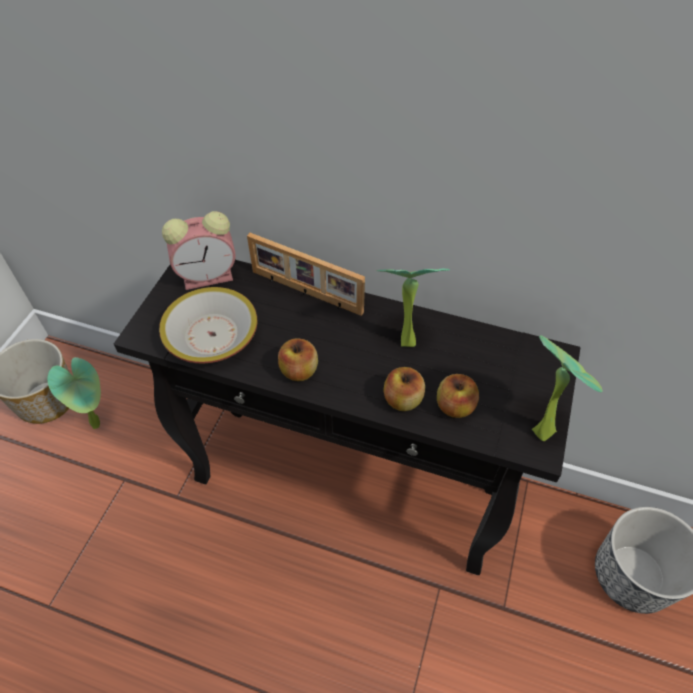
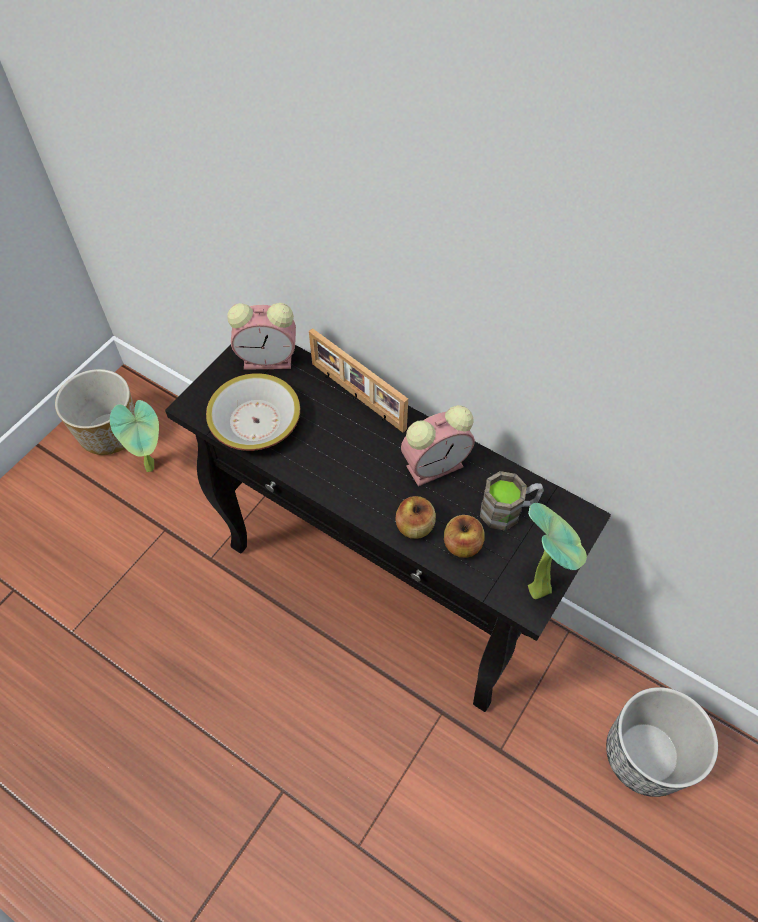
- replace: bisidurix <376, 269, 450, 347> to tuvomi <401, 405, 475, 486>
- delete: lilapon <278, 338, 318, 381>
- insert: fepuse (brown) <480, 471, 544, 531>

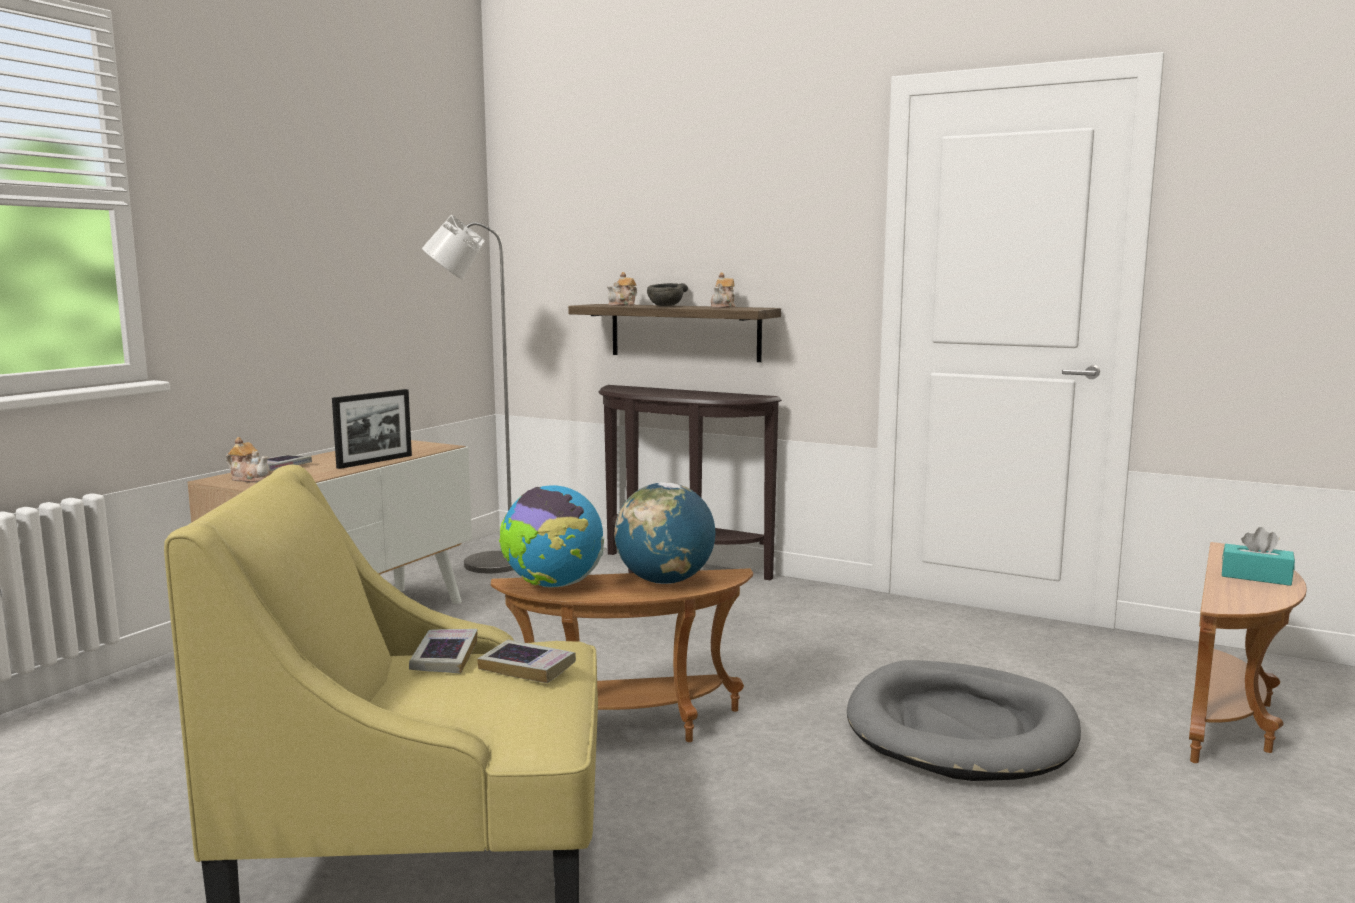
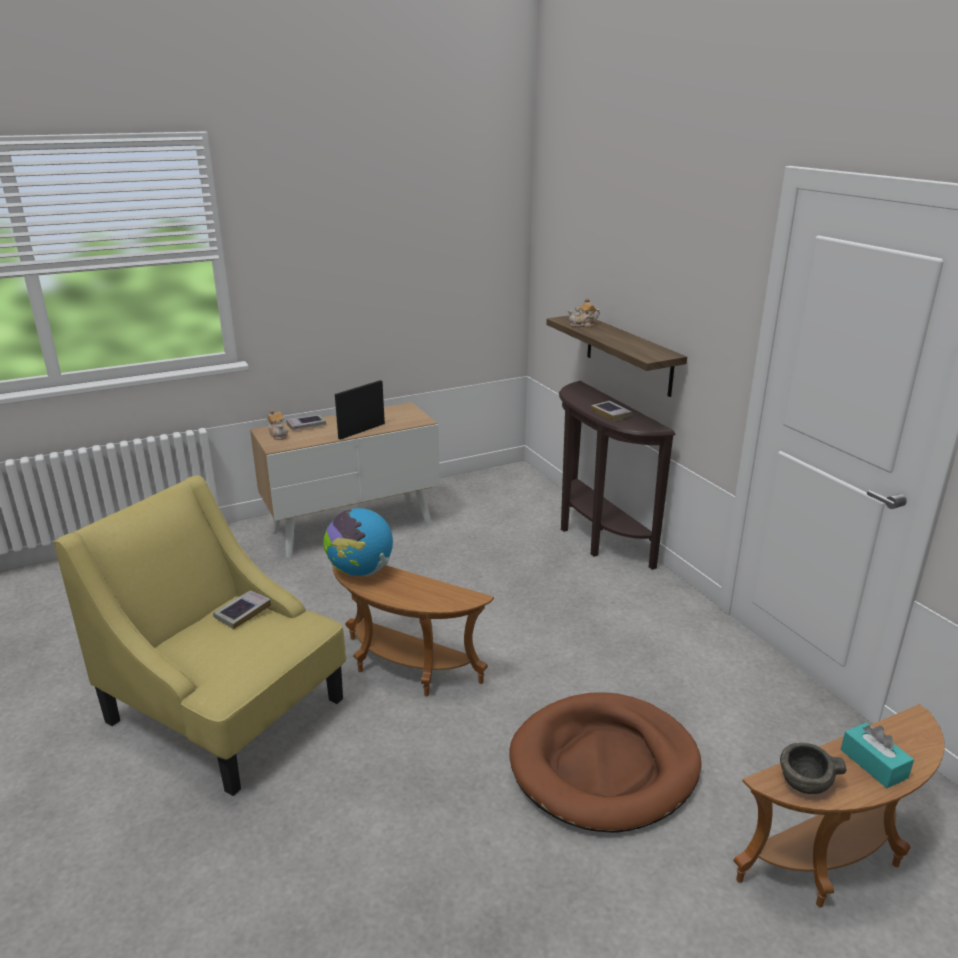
- delete: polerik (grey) <422, 215, 514, 573>
- delete: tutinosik <711, 272, 736, 308>
- move: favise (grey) <647, 283, 688, 306> to <780, 743, 846, 794>
- rotate: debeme <332, 389, 412, 469> = <335, 380, 385, 440> 150 degrees clockwise
- delete: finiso <614, 482, 715, 584>
- move: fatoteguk <477, 640, 576, 683> to <591, 401, 632, 421>
- recolor: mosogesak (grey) <847, 660, 1081, 781> to mosogesak (brown) <510, 692, 701, 833>

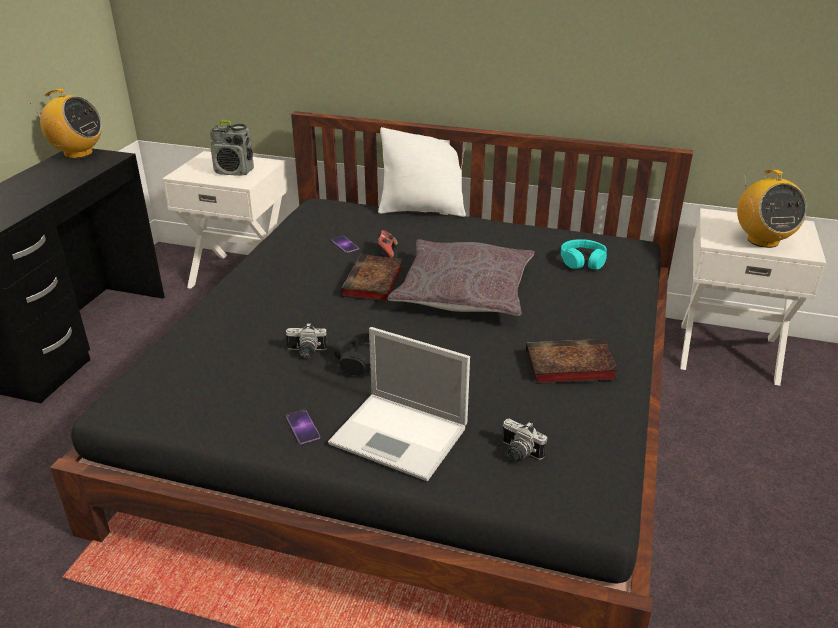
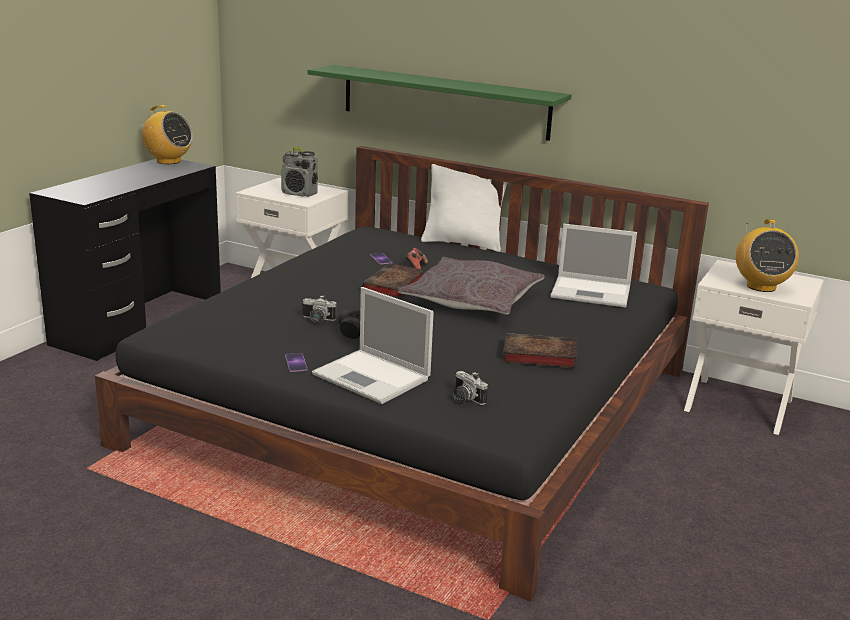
- replace: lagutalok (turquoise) <561, 239, 607, 270> to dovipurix <550, 224, 637, 308>
- insert: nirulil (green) <308, 65, 571, 141>

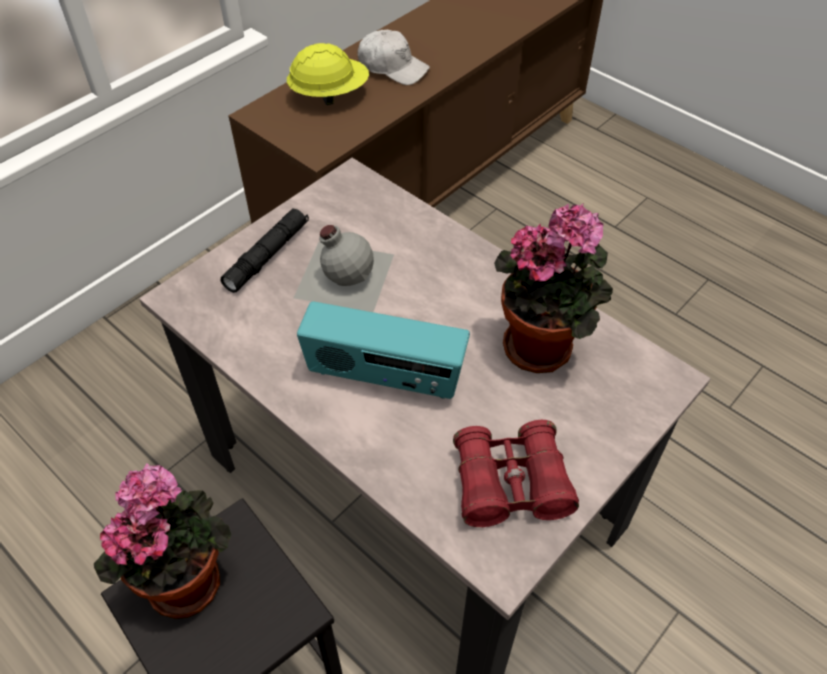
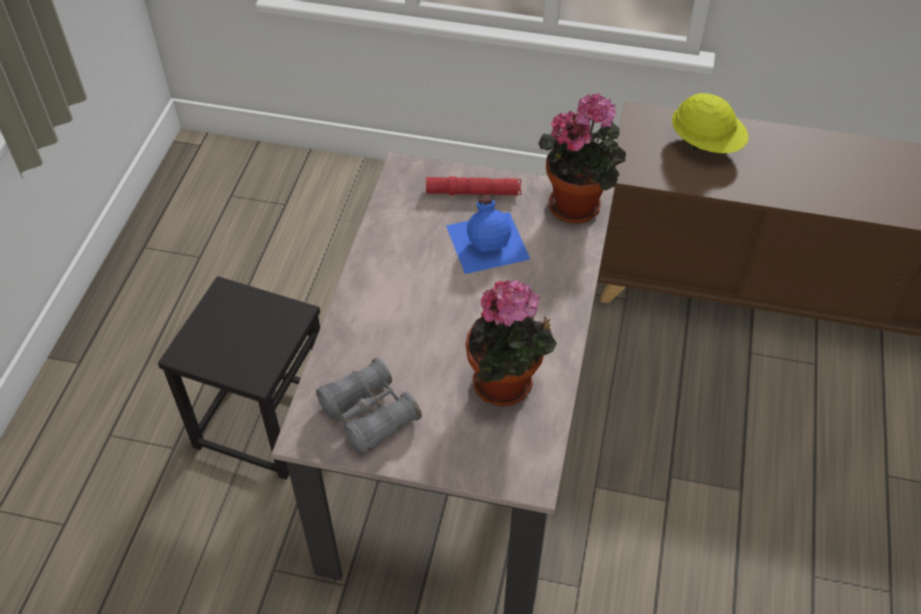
- delete: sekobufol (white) <357, 30, 430, 85>
- recolor: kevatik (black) <221, 208, 309, 293> to kevatik (red) <426, 176, 521, 196>
- recolor: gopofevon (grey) <294, 225, 394, 312> to gopofevon (blue) <446, 197, 530, 274>
- delete: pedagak <297, 301, 470, 399>
- recolor: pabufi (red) <453, 420, 579, 527> to pabufi (grey) <316, 358, 422, 456>
- move: bisidurix <94, 463, 231, 619> to <538, 94, 626, 224>

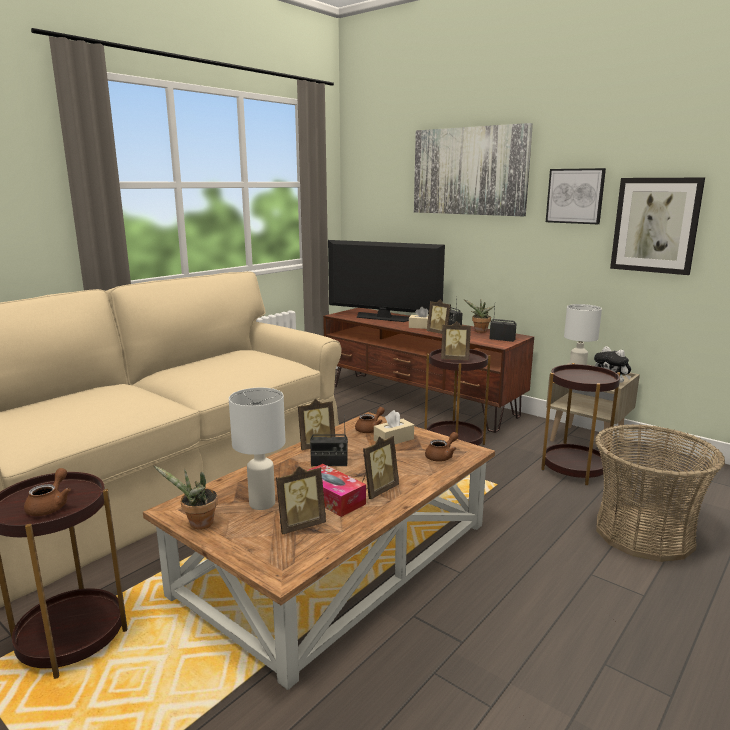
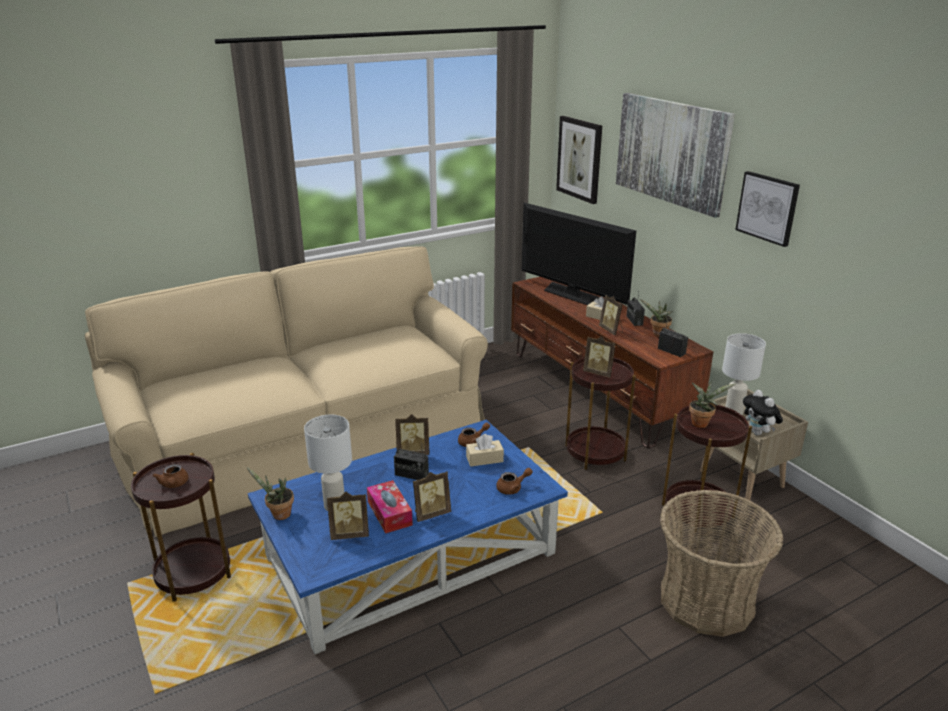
- move: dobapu <610, 178, 705, 275> to <556, 116, 602, 204>
- recolor: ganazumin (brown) <143, 412, 495, 690> to ganazumin (blue) <248, 420, 568, 654>
- rotate: tutinosik (brown) <24, 468, 71, 516> = <152, 464, 189, 488> 135 degrees clockwise
- insert: bisidurix <689, 380, 736, 428>

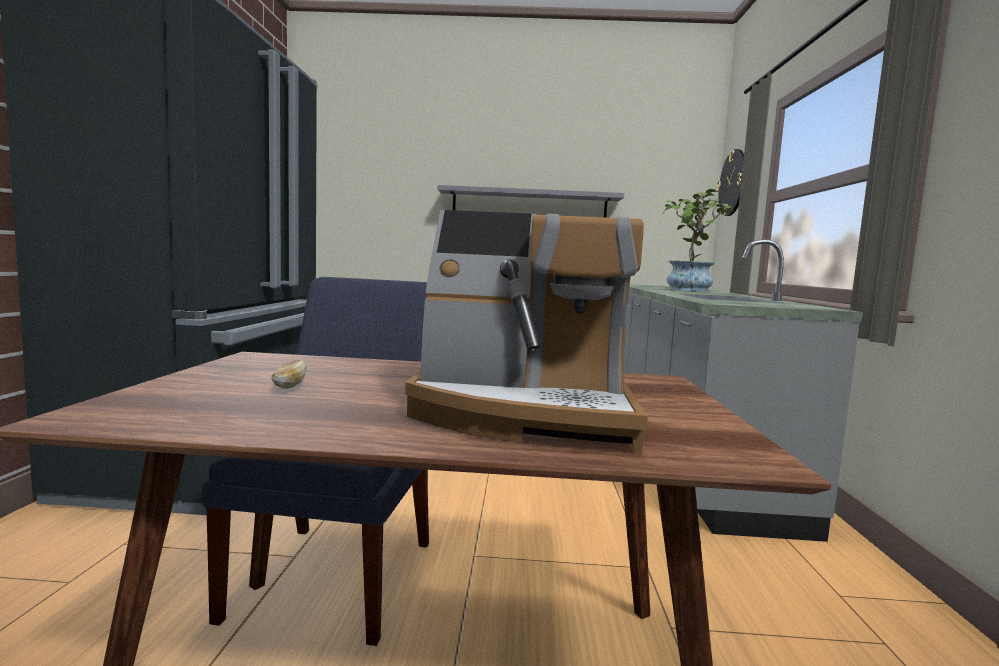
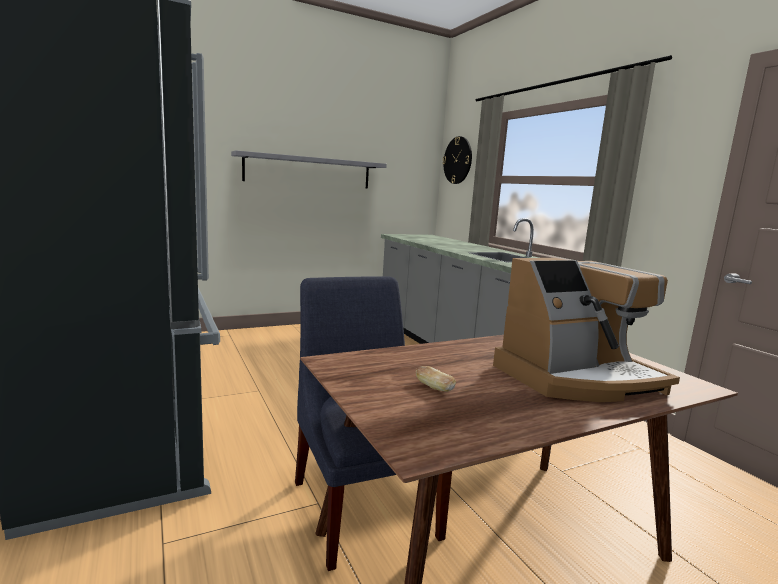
- delete: bisidurix <663, 189, 739, 291>

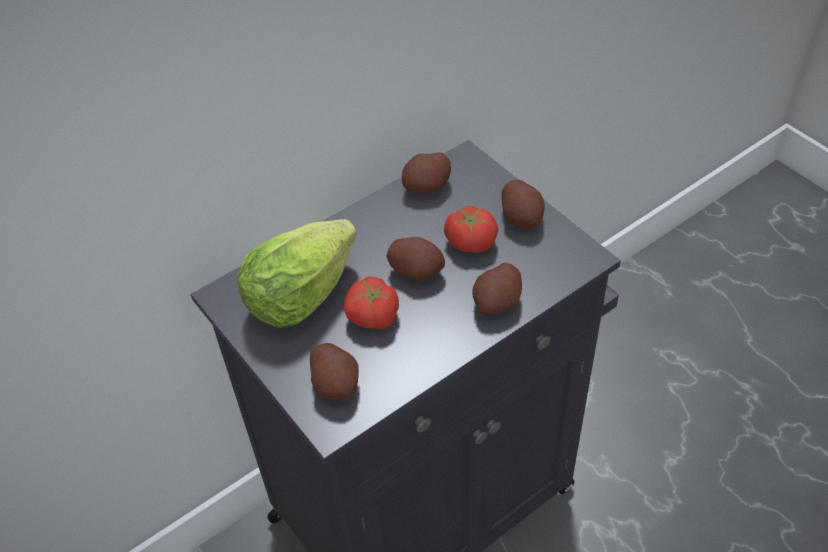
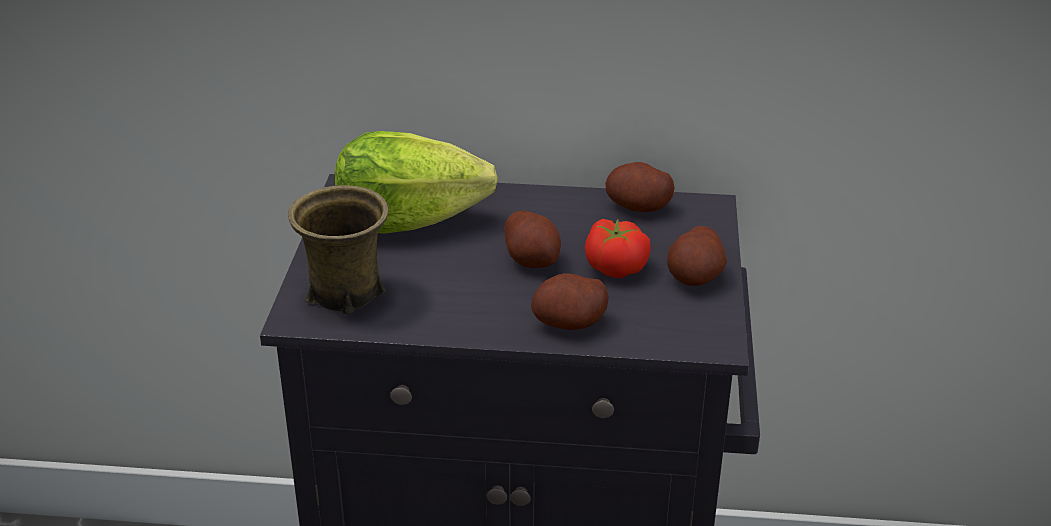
- delete: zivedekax <344, 277, 399, 329>
- replace: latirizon <310, 343, 359, 400> to fepuse (brown) <288, 185, 388, 314>

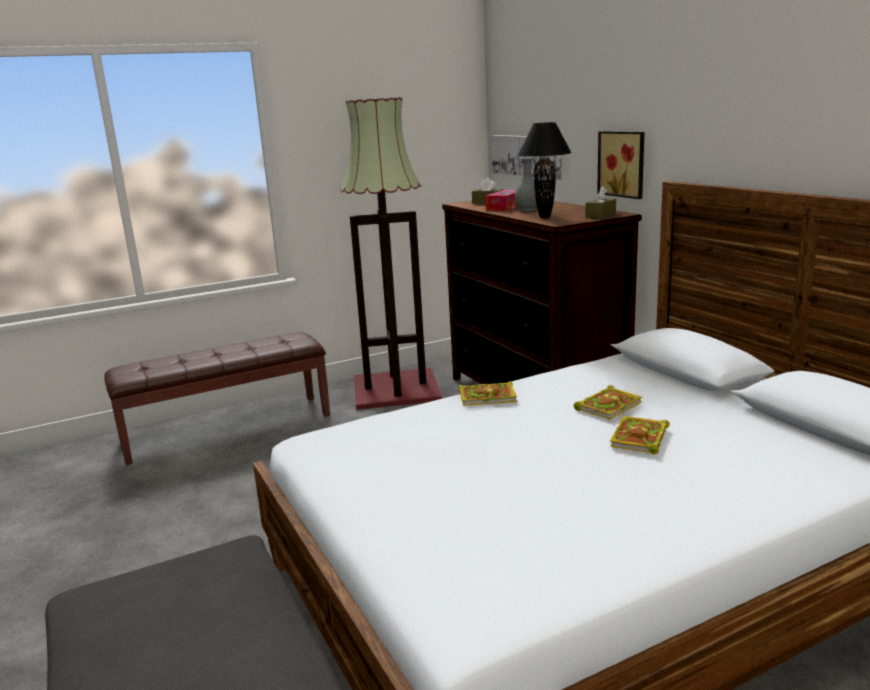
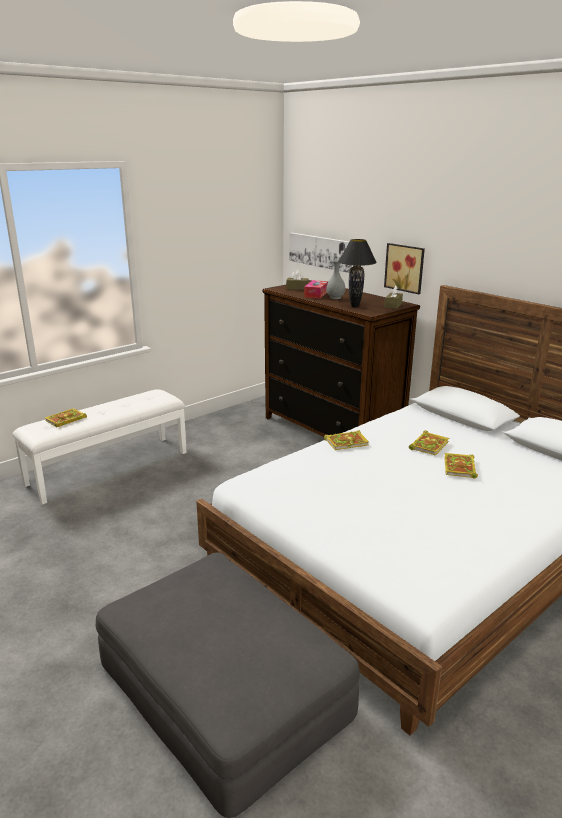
- delete: polerik <340, 97, 442, 410>
- recolor: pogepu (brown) <104, 332, 330, 465> to pogepu (white) <12, 389, 187, 505>
- insert: fatoteguk <45, 408, 87, 428>

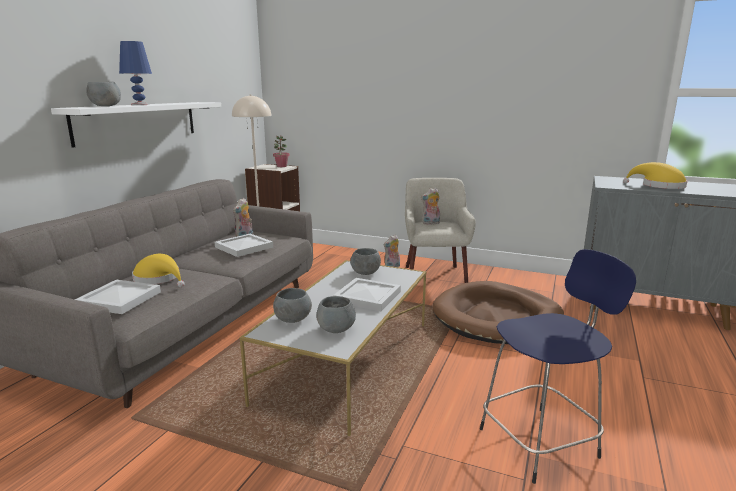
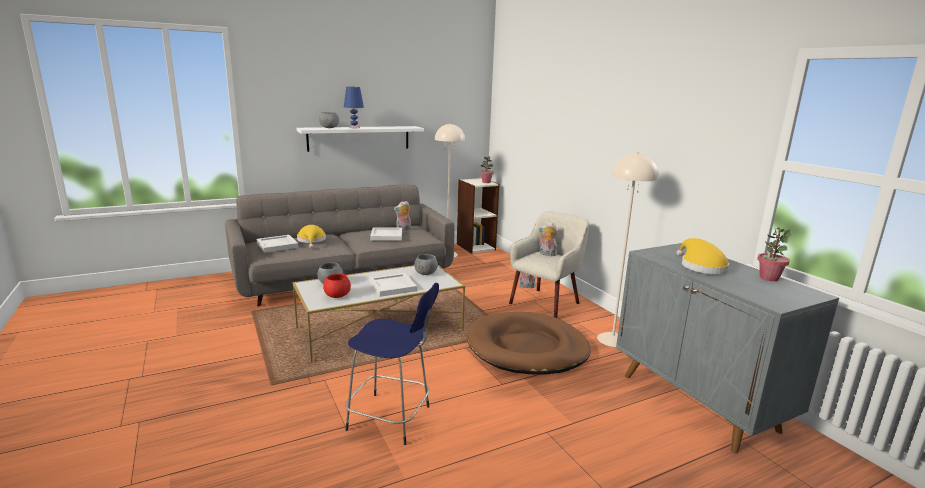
- recolor: favise (grey) <316, 296, 356, 333> to favise (red) <323, 273, 351, 298>
- insert: polerik (beige) <597, 152, 659, 347>
- insert: bisidurix <757, 227, 792, 281>

